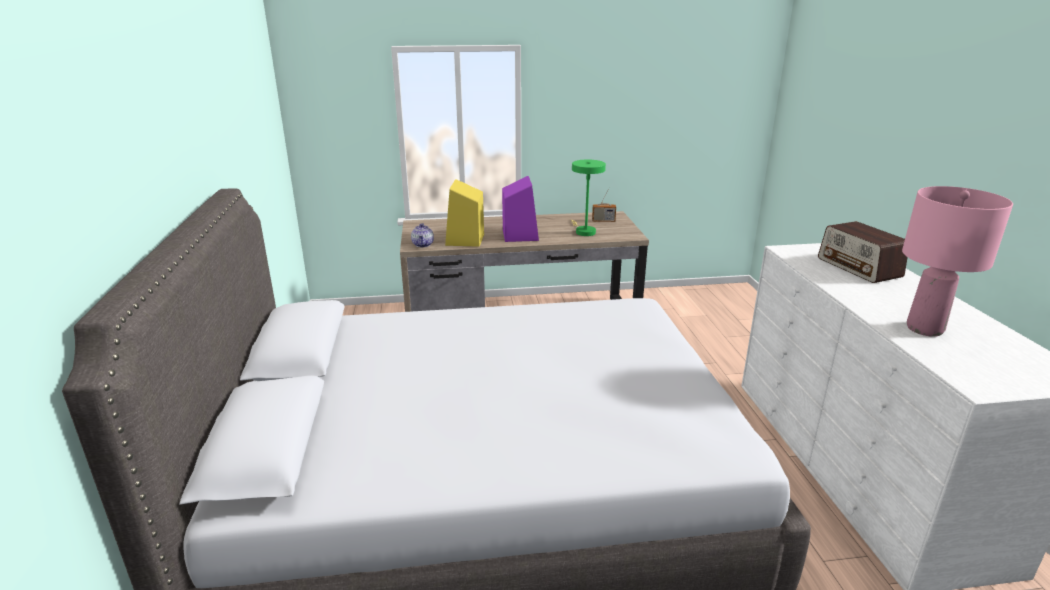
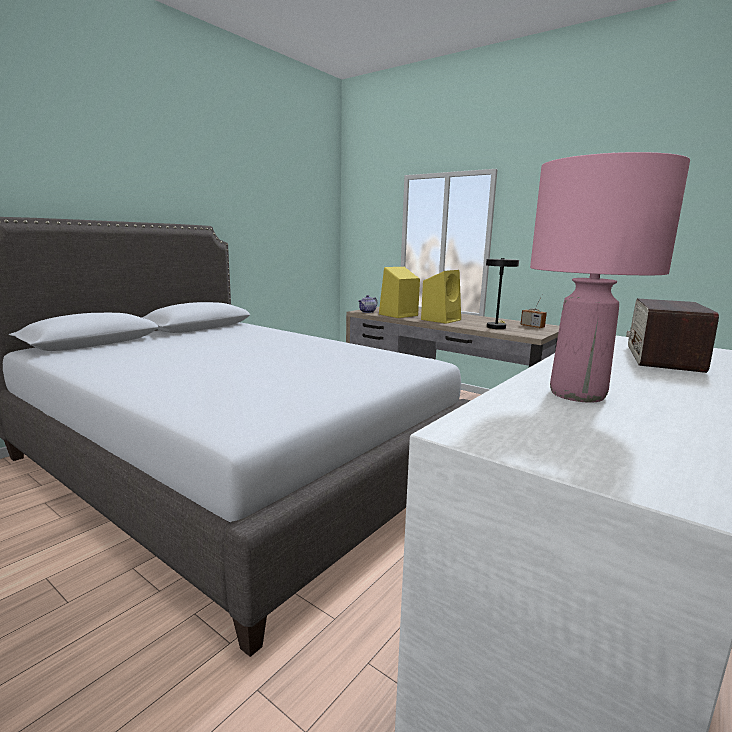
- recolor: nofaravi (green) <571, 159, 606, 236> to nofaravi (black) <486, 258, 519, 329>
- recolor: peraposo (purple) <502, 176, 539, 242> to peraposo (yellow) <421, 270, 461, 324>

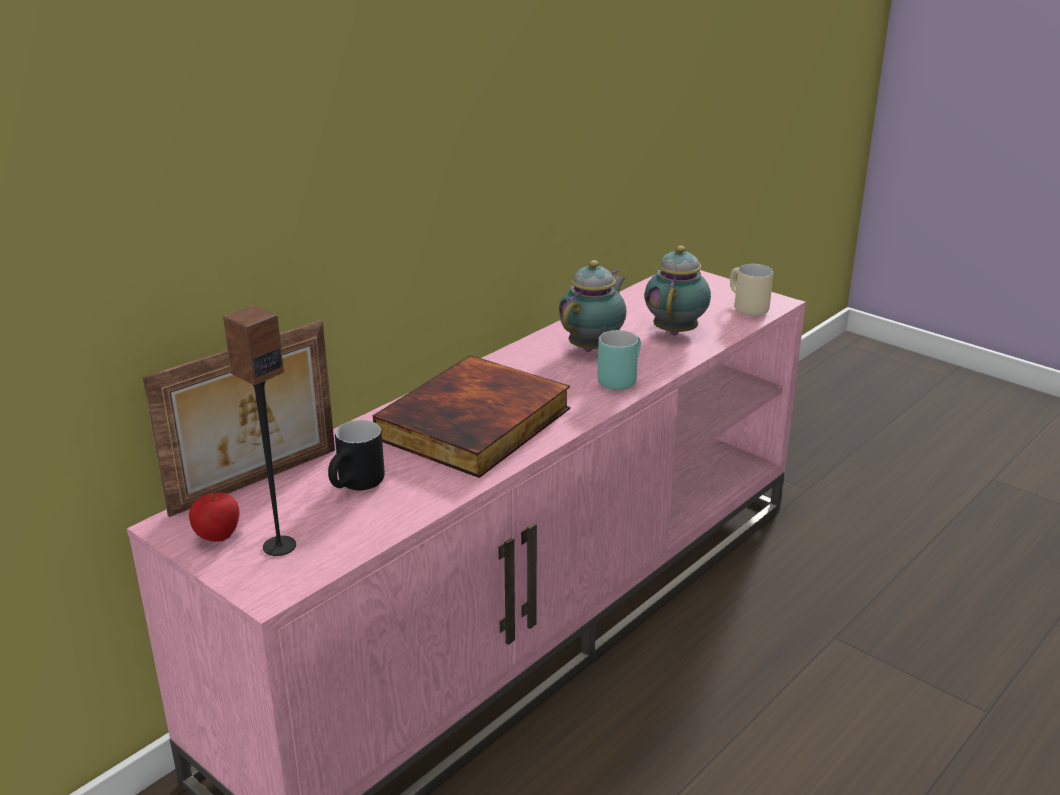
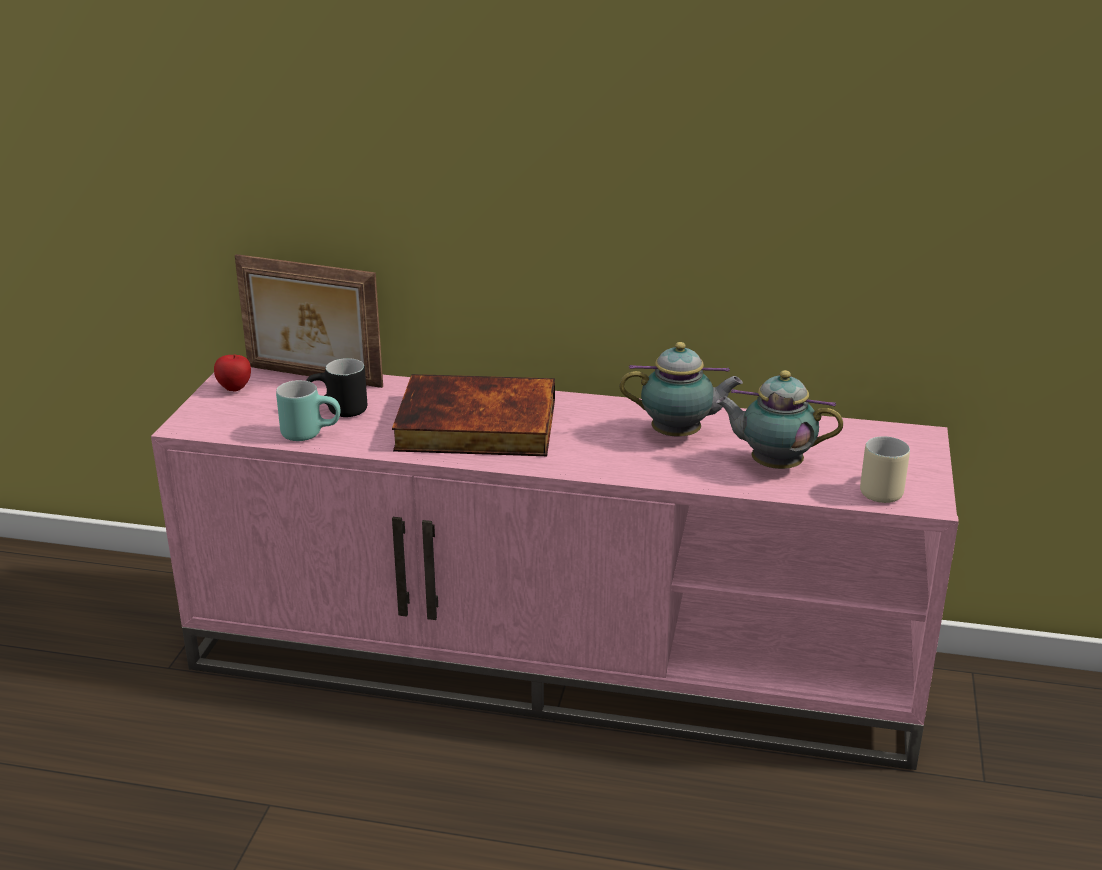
- rotate: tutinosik <645, 246, 711, 335> = <716, 370, 843, 469> 150 degrees counterclockwise
- delete: peraposo <223, 305, 296, 556>
- move: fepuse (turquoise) <597, 330, 641, 390> to <276, 380, 340, 441>

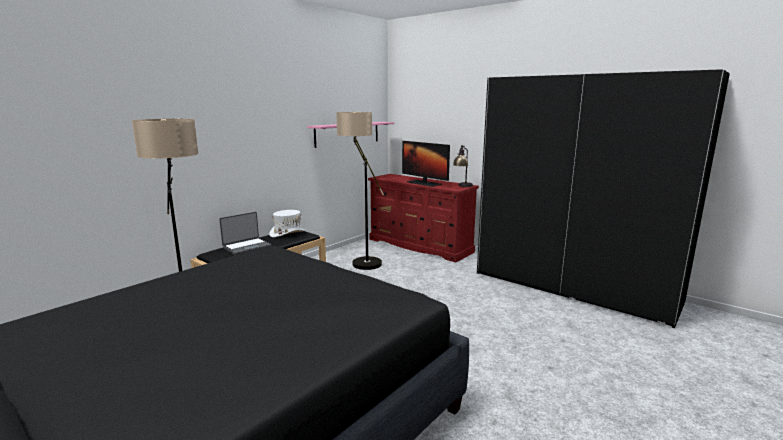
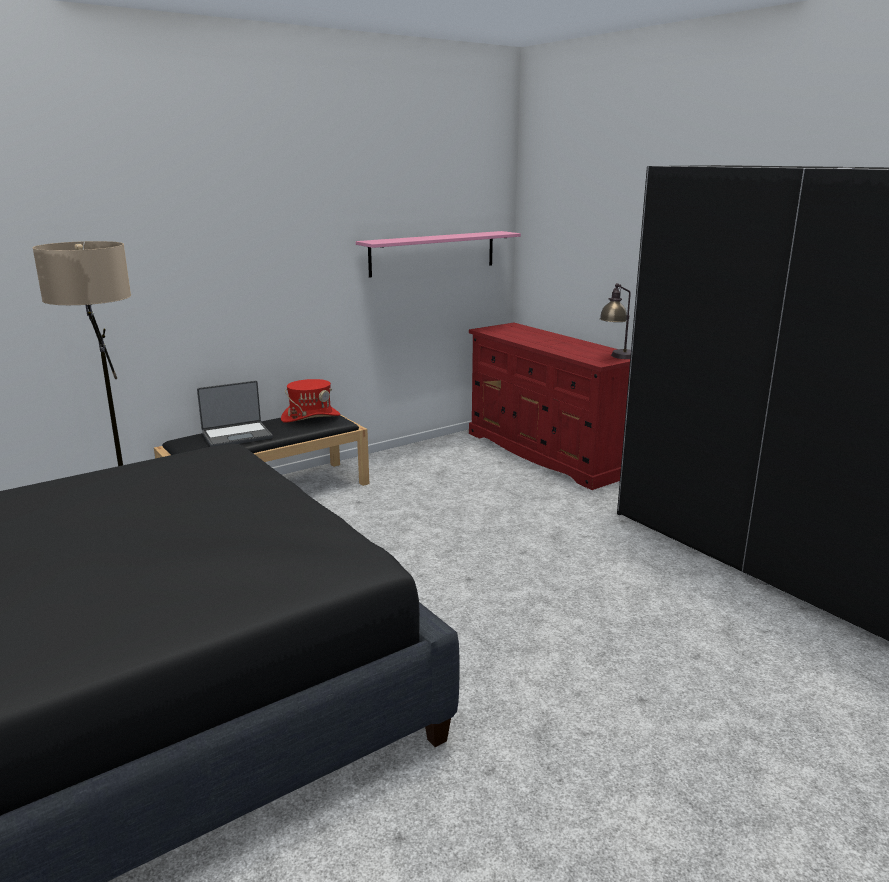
- delete: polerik <336, 112, 384, 270>
- delete: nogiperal <402, 141, 450, 187>
- recolor: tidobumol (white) <269, 210, 306, 237> to tidobumol (red) <281, 379, 340, 423>

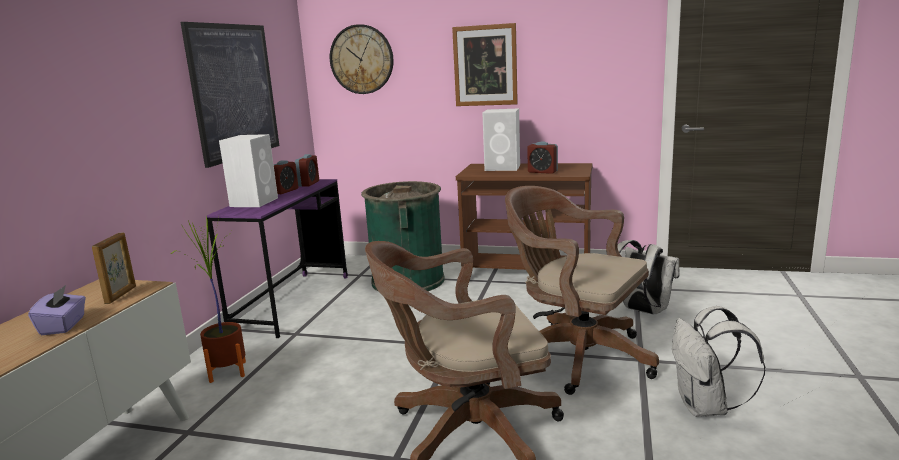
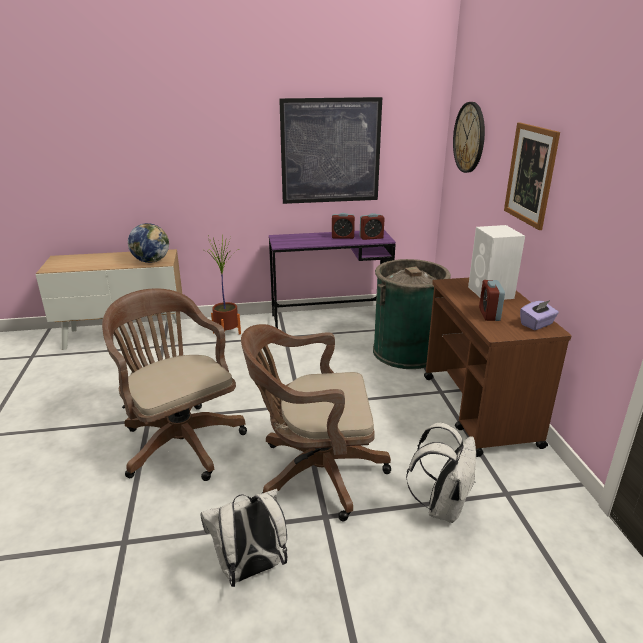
- delete: peraposo (white) <219, 134, 278, 207>
- rotate: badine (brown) <505, 186, 659, 395> = <241, 324, 391, 521> 105 degrees counterclockwise
- replace: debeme <92, 232, 136, 304> to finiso <128, 223, 169, 263>
- move: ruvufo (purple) <28, 285, 86, 335> to <520, 300, 559, 330>

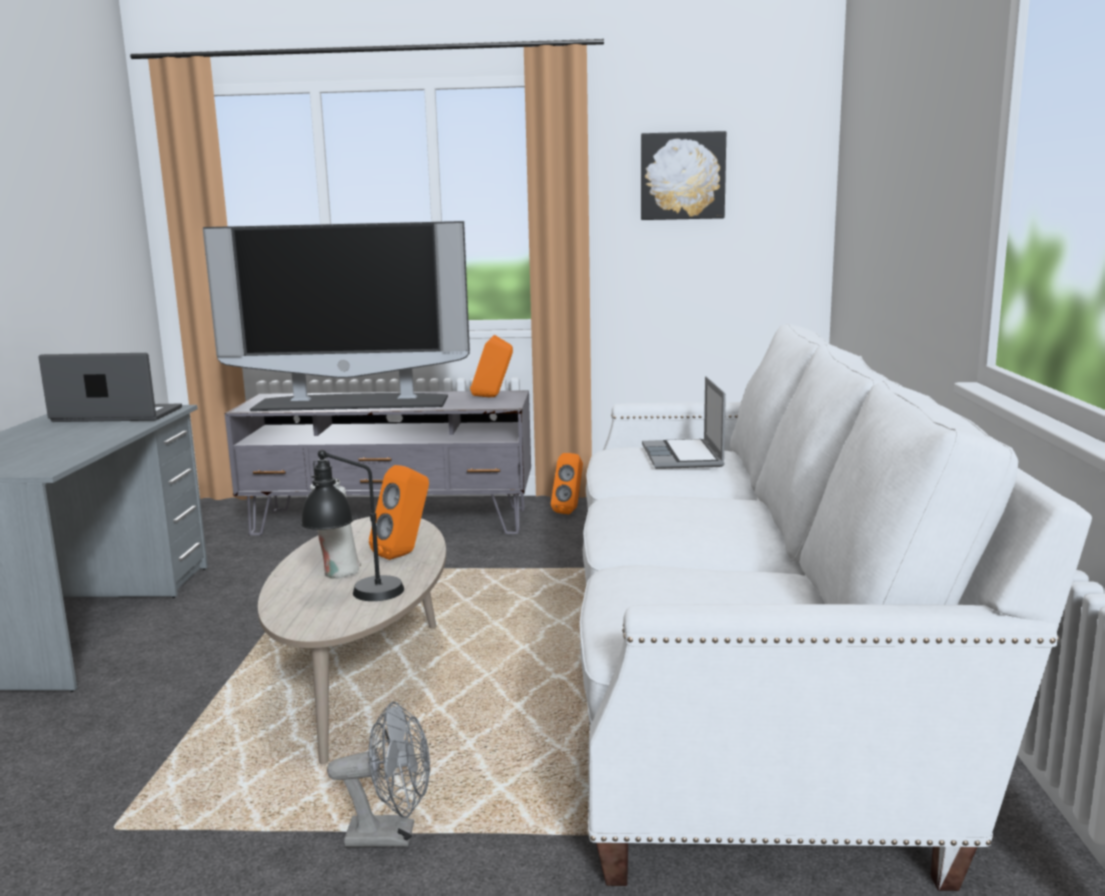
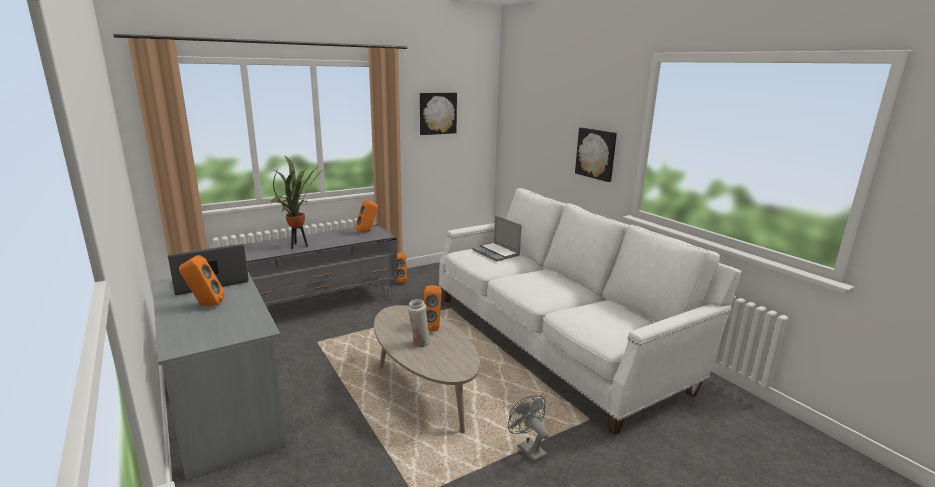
- replace: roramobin <203, 221, 470, 411> to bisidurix <268, 155, 325, 249>
- delete: nofaravi (black) <301, 450, 404, 601>
- rotate: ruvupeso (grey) <327, 702, 430, 847> = <508, 395, 549, 463> 90 degrees counterclockwise
- insert: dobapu <575, 128, 617, 182>
- insert: peraposo (orange) <179, 255, 225, 305>

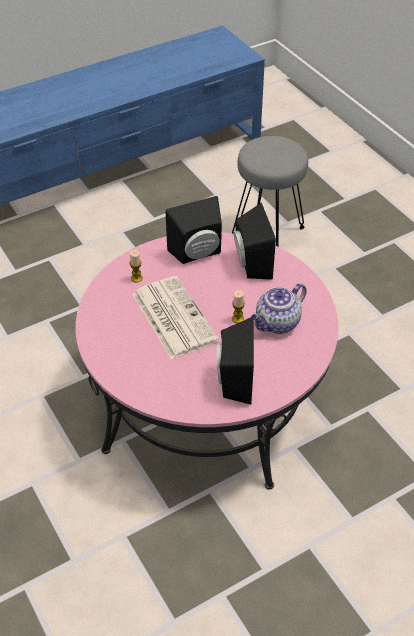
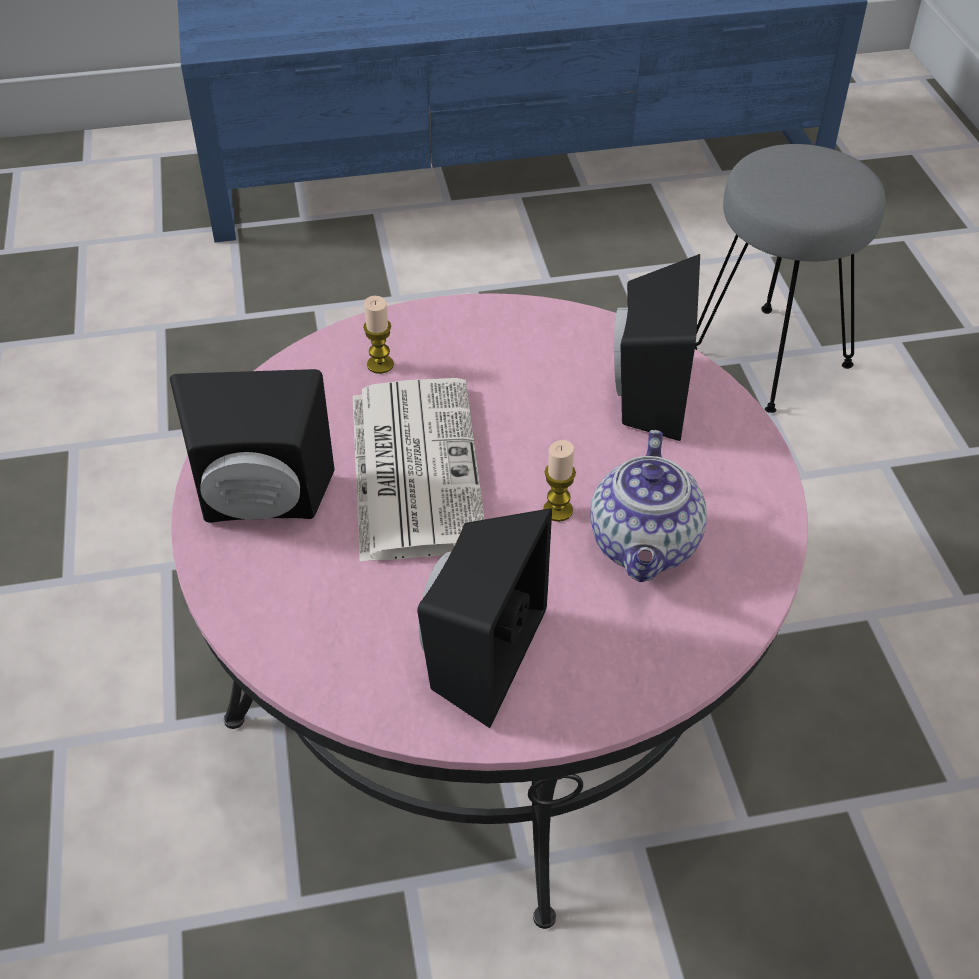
- move: peraposo (black) <166, 196, 222, 264> to <170, 369, 335, 523>
- rotate: tutinosik <251, 283, 306, 334> = <590, 430, 707, 582> 60 degrees counterclockwise

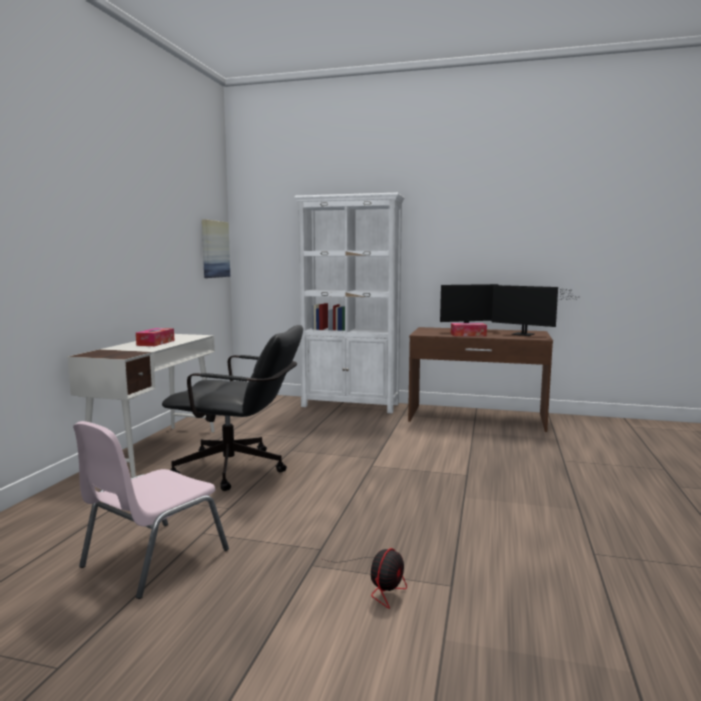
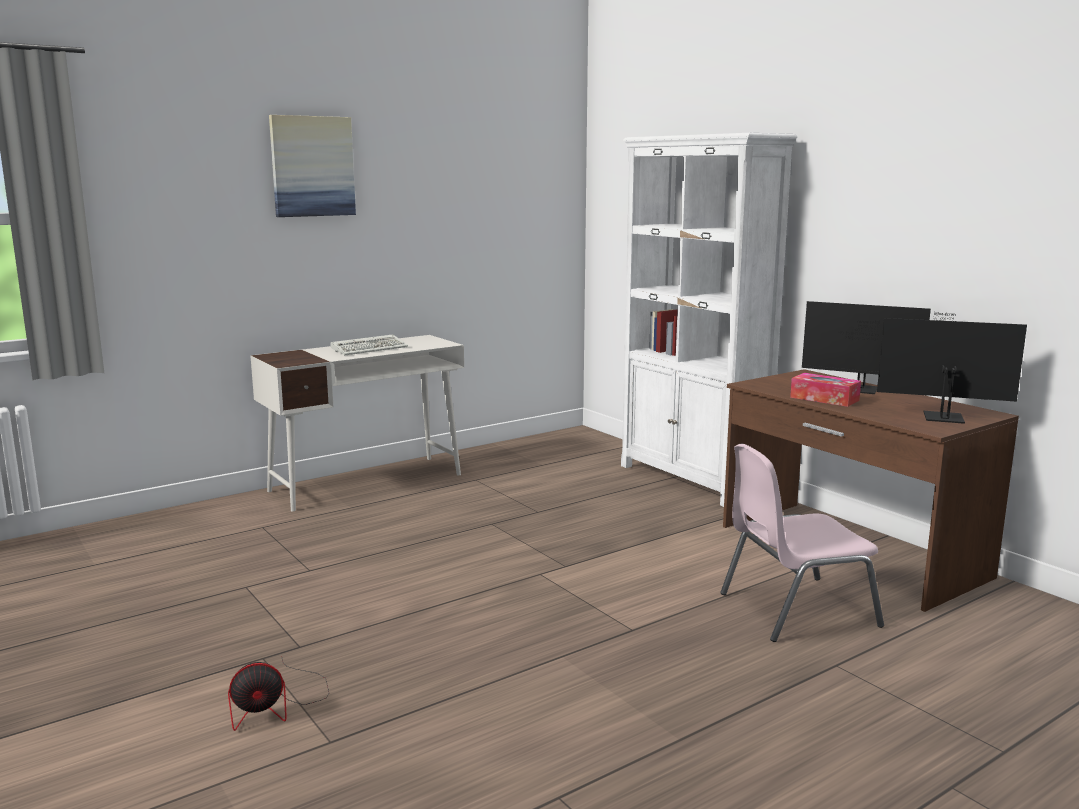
- move: dobapu <202, 219, 230, 278> to <269, 115, 356, 217>
- rotate: nogiperal <491, 285, 575, 336> = <838, 318, 1027, 424> 120 degrees clockwise
- delete: badine (black) <162, 325, 303, 491>
- replace: ruvufo <136, 328, 175, 346> to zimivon <331, 334, 408, 355>
- move: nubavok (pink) <73, 421, 229, 599> to <720, 444, 884, 642>

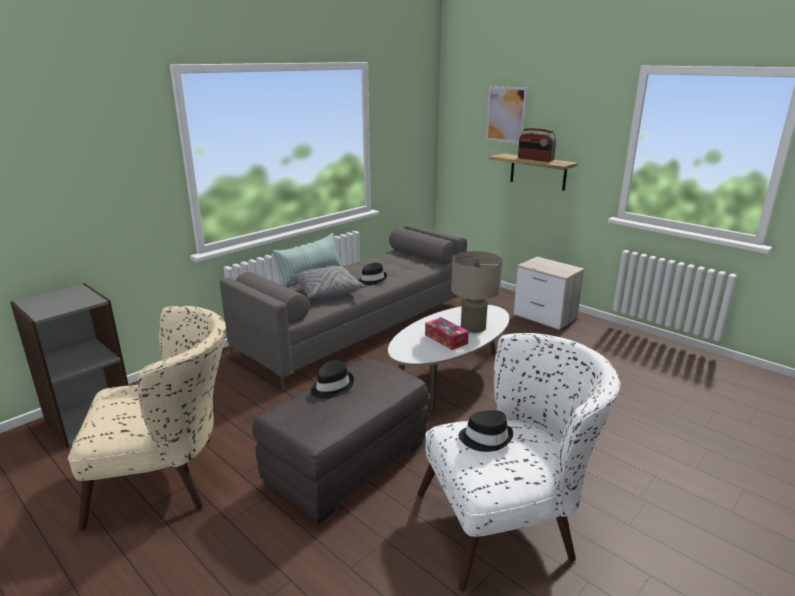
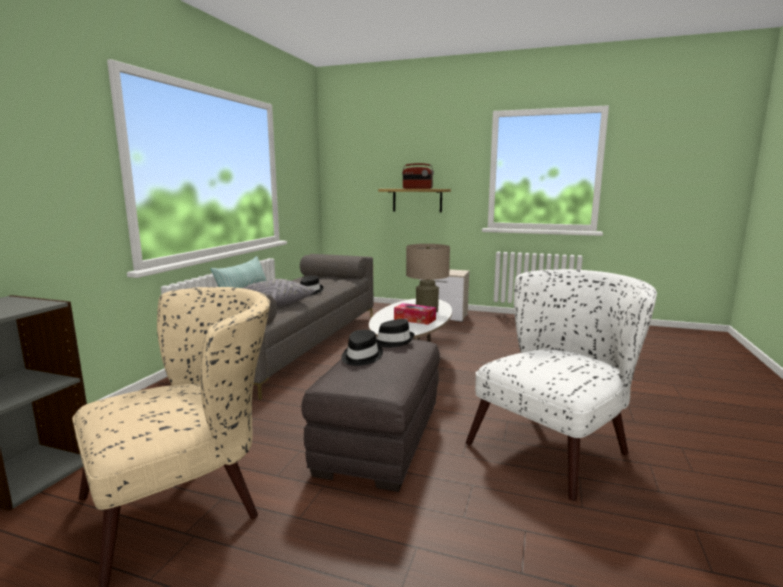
- delete: dobapu <486, 86, 528, 144>
- move: tidobumol (black) <459, 410, 513, 452> to <377, 319, 414, 348>

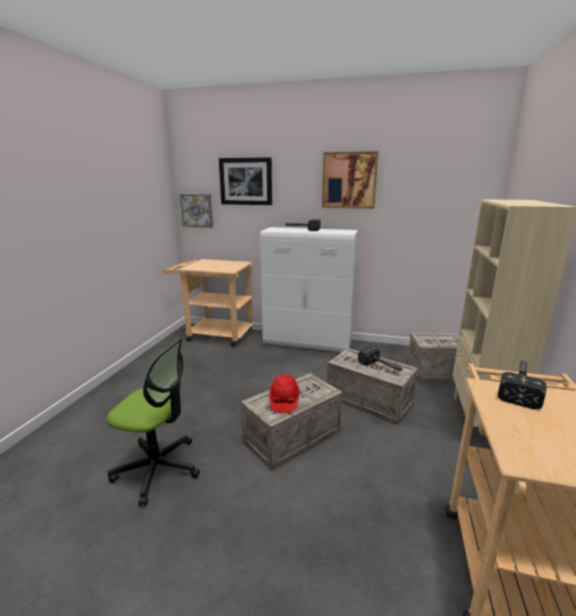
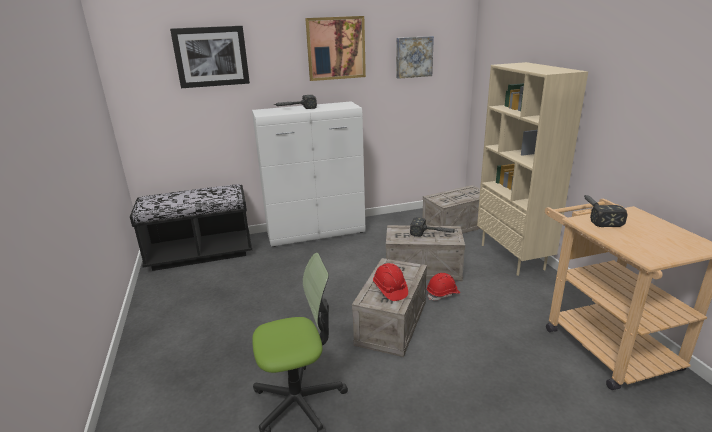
- move: dobapu <180, 194, 213, 228> to <396, 36, 434, 79>
- replace: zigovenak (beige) <163, 259, 254, 347> to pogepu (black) <130, 184, 252, 271>
- insert: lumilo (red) <427, 273, 460, 301>

